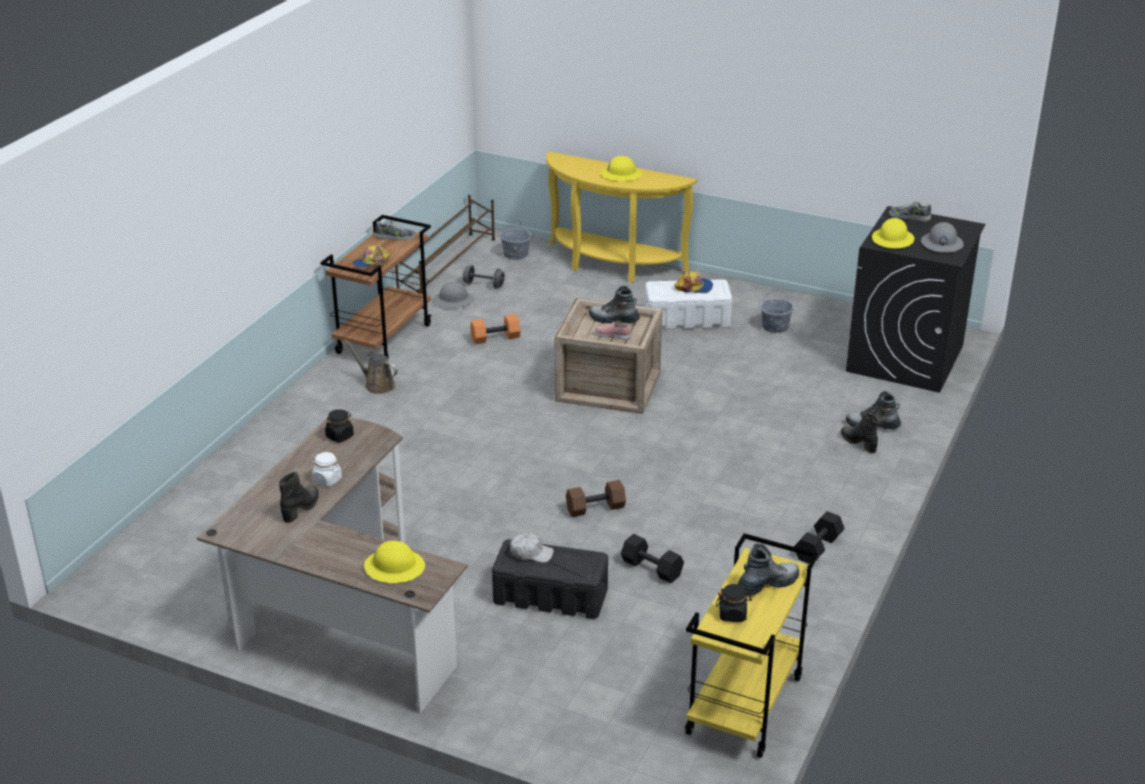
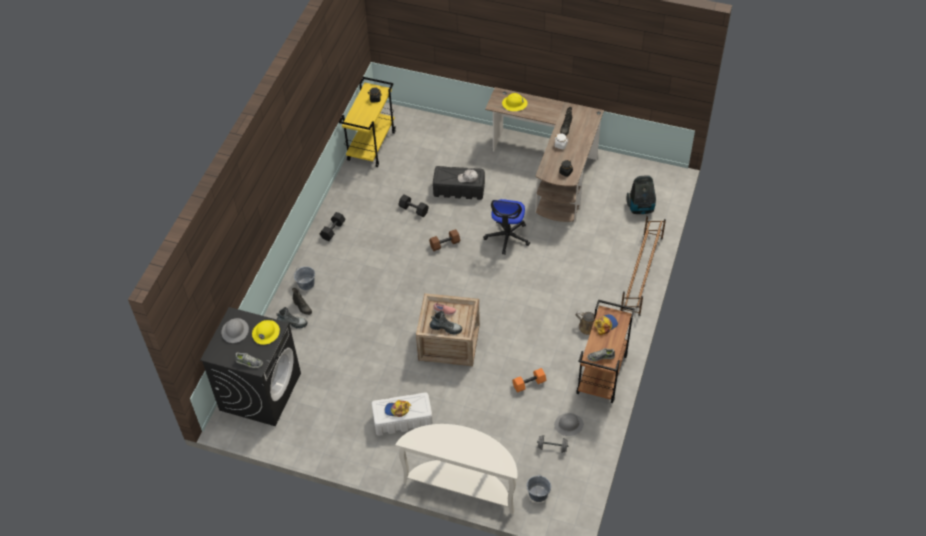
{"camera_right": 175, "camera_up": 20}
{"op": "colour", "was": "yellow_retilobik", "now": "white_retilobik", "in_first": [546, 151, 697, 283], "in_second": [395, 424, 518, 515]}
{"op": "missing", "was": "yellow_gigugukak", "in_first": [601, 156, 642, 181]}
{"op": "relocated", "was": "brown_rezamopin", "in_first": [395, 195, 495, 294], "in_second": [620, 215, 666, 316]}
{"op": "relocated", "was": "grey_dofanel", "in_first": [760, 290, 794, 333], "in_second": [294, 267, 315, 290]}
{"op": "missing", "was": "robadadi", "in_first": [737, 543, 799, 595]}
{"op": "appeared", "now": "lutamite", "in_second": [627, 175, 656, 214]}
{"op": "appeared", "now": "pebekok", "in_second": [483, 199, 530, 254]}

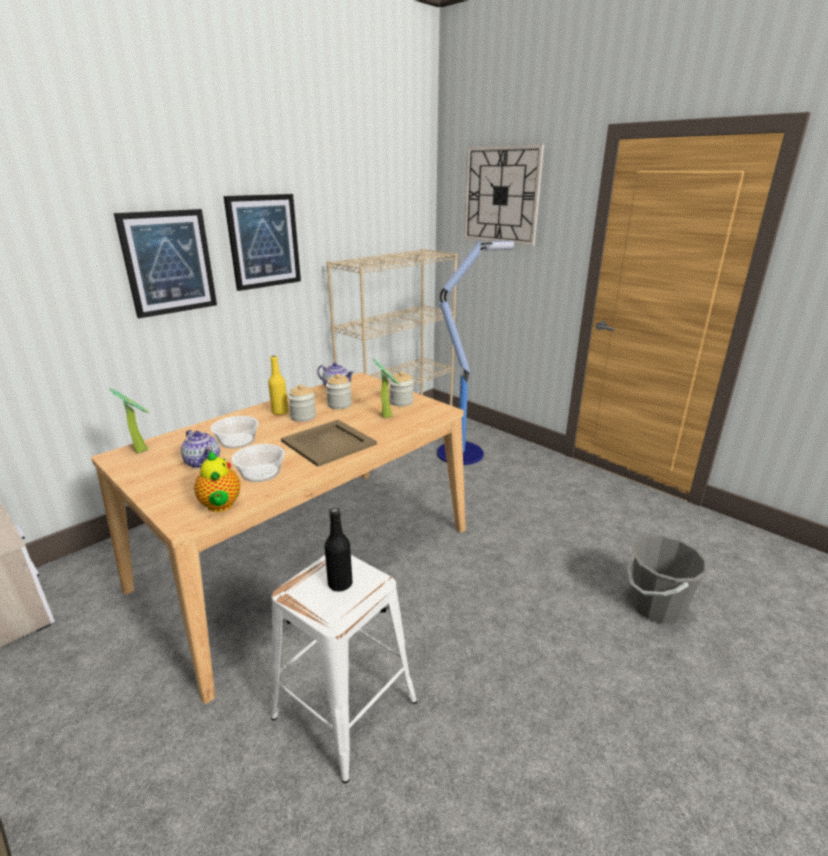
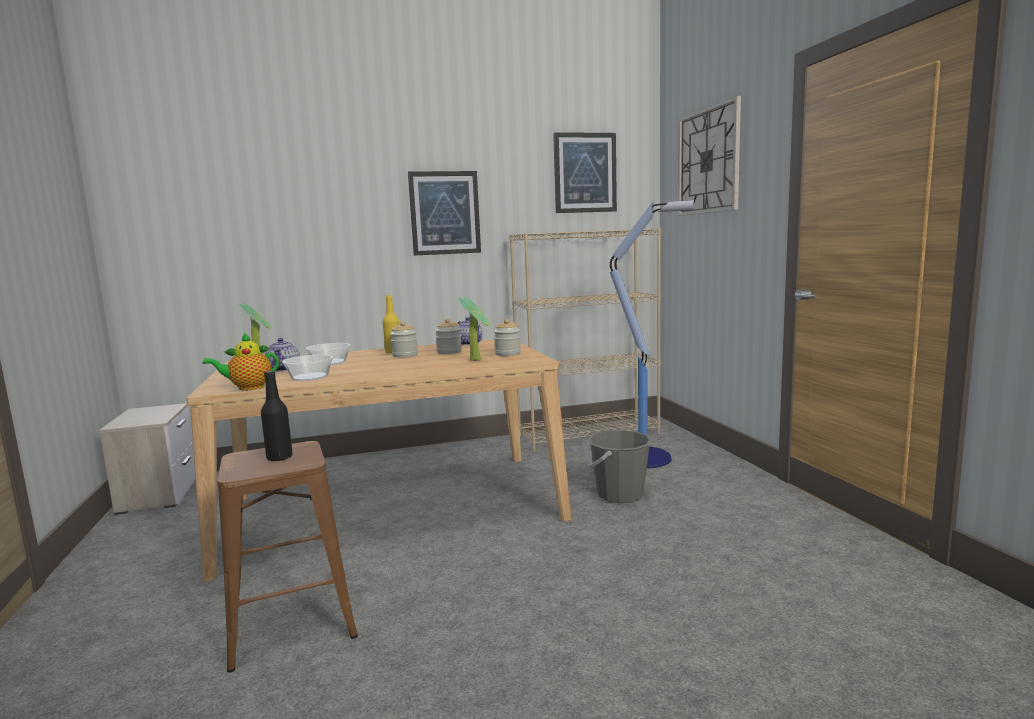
{"camera_right": 30, "camera_up": -15}
{"op": "relocated", "was": "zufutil", "in_first": [114, 209, 217, 318], "in_second": [553, 132, 617, 213]}
{"op": "missing", "was": "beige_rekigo", "in_first": [281, 420, 377, 467]}
{"op": "spun", "was": "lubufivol", "in_first": [194, 451, 240, 512], "in_second": [203, 333, 279, 390], "clockwise": 60}
{"op": "relocated", "was": "grey_dofanel", "in_first": [627, 535, 708, 624], "in_second": [587, 430, 653, 503]}
{"op": "colour", "was": "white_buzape", "now": "brown_buzape", "in_first": [271, 555, 417, 783], "in_second": [217, 441, 358, 673]}

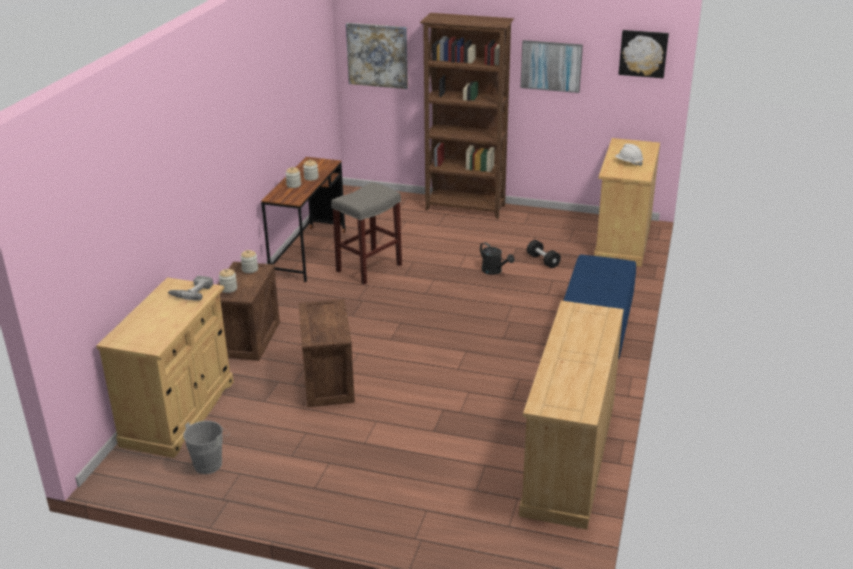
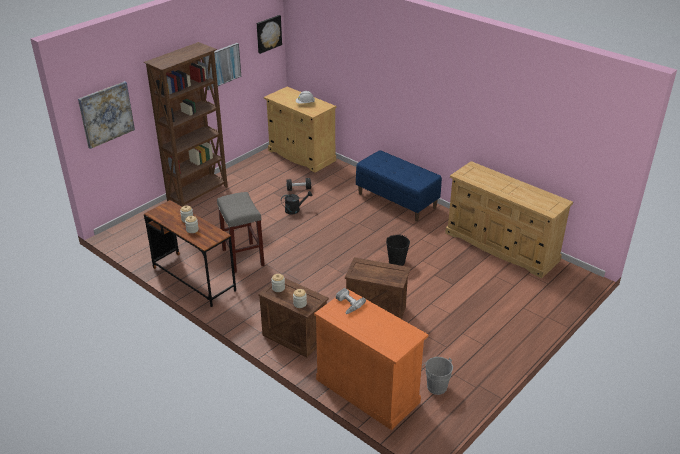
{"camera_right": -65, "camera_up": 5}
{"op": "colour", "was": "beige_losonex", "now": "orange_losonex", "in_first": [96, 278, 234, 458], "in_second": [314, 289, 428, 430]}
{"op": "appeared", "now": "black_dofanel", "in_second": [386, 234, 410, 266]}

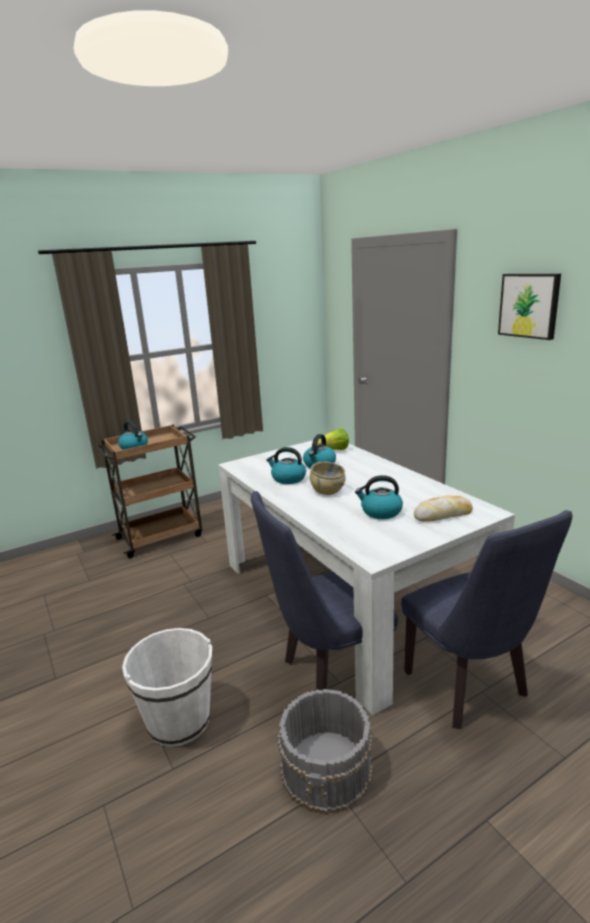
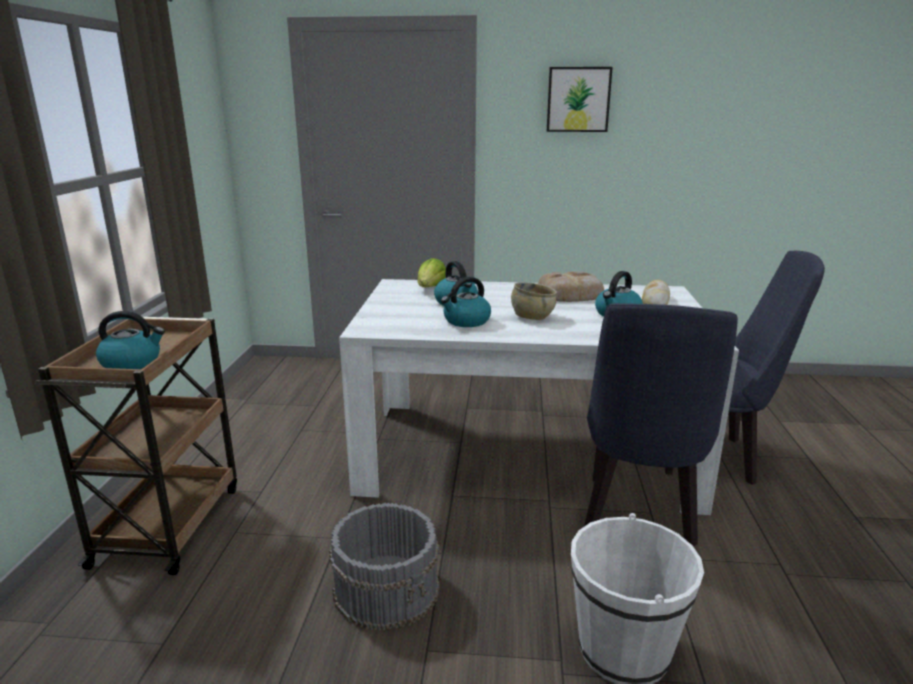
{"camera_right": -55, "camera_up": 0}
{"op": "relocated", "was": "grey_dofanel", "in_first": [278, 689, 373, 815], "in_second": [329, 503, 440, 631]}
{"op": "appeared", "now": "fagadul", "in_second": [538, 271, 604, 302]}

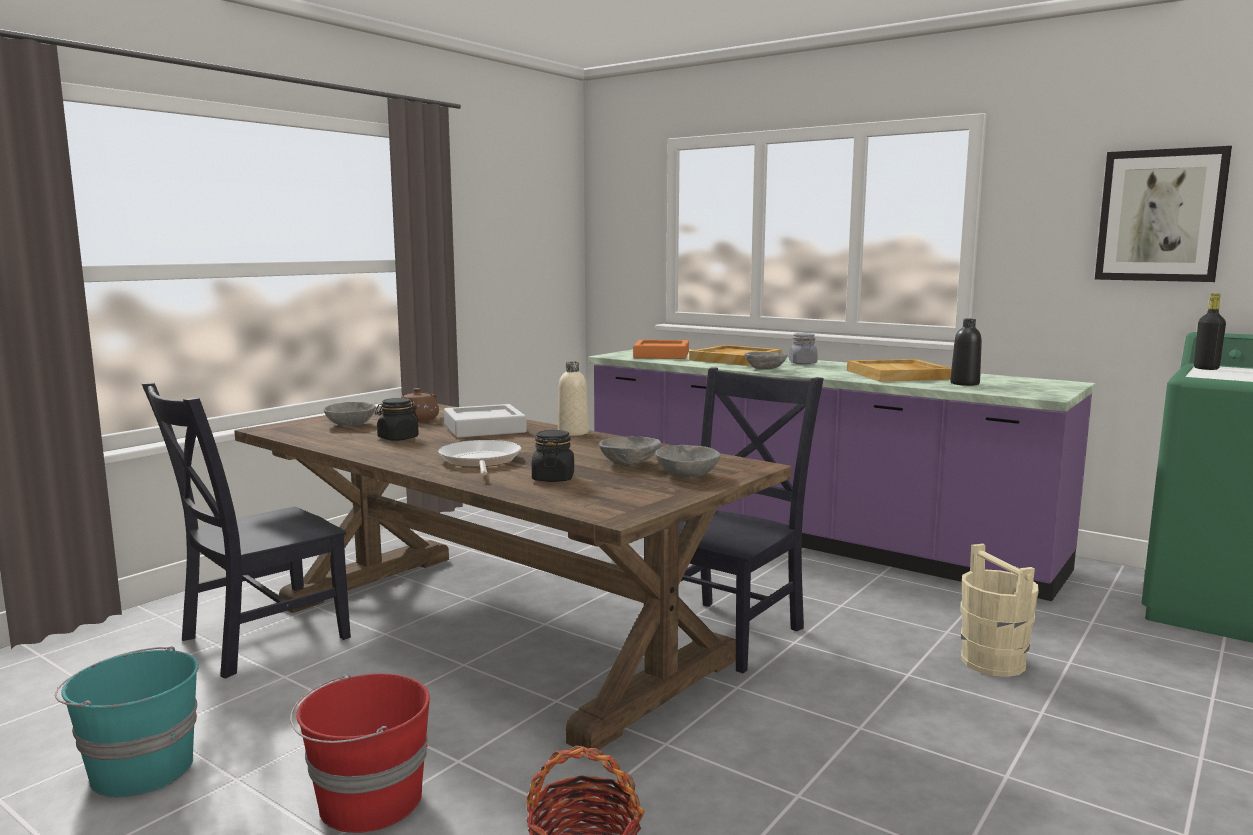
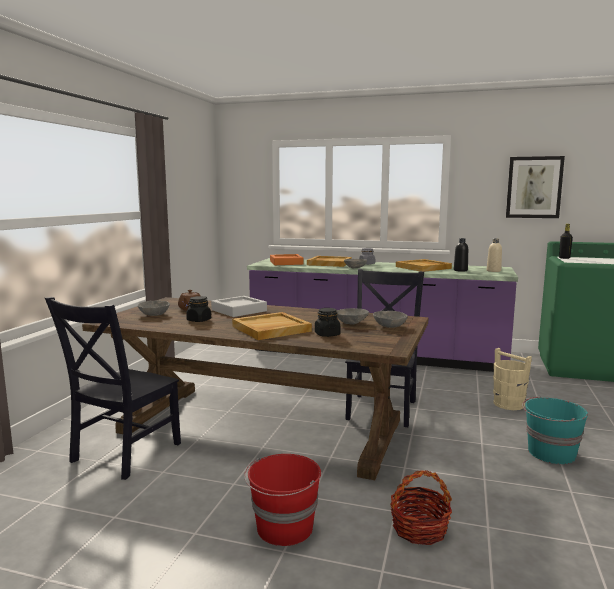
{"camera_right": -20, "camera_up": 0}
{"op": "relocated", "was": "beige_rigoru", "in_first": [558, 361, 589, 436], "in_second": [487, 239, 502, 272]}
{"op": "exchanged", "was": "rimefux", "now": "beige_rekigo", "in_first": [438, 440, 521, 476], "in_second": [232, 312, 312, 340]}
{"op": "relocated", "was": "turquoise_dofanel", "in_first": [55, 646, 199, 797], "in_second": [522, 396, 588, 464]}

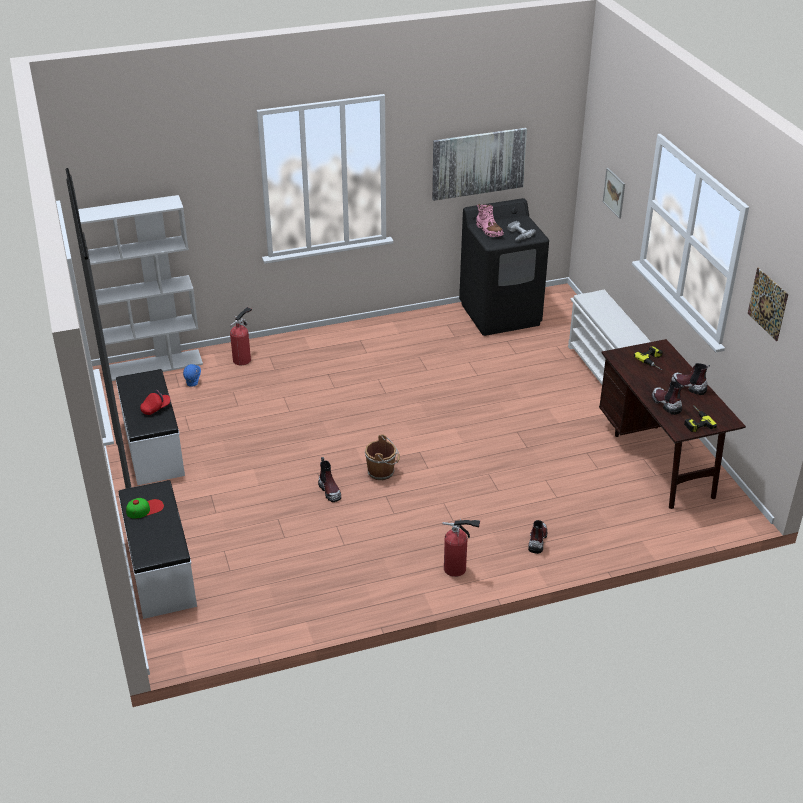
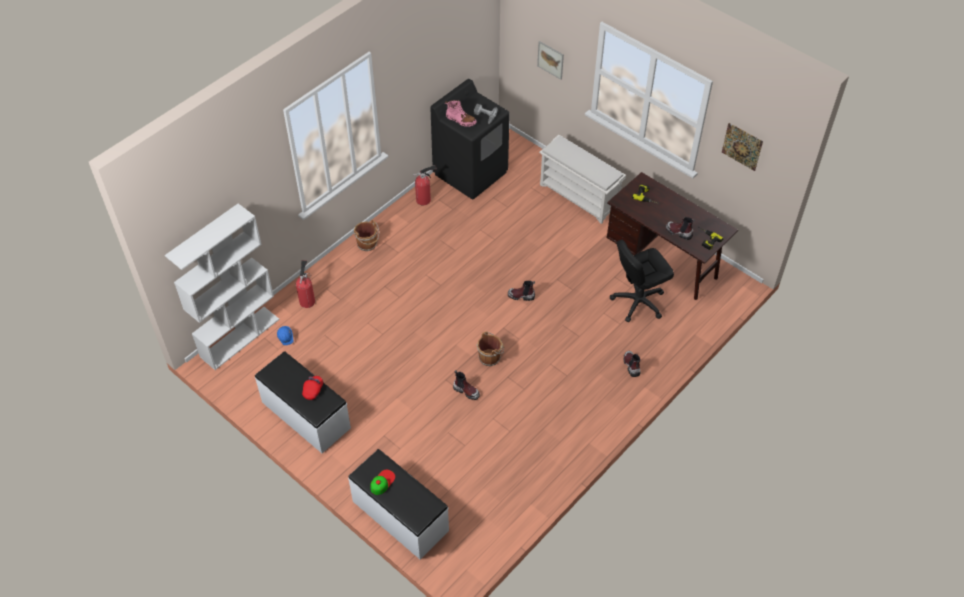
{"camera_right": -30, "camera_up": 15}
{"op": "missing", "was": "zufutil", "in_first": [432, 128, 527, 201]}
{"op": "relocated", "was": "robadadi", "in_first": [671, 363, 710, 395], "in_second": [508, 281, 535, 301]}
{"op": "relocated", "was": "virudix", "in_first": [442, 518, 480, 577], "in_second": [413, 165, 437, 205]}
{"op": "appeared", "now": "brown_dofanel", "in_second": [354, 220, 379, 251]}
{"op": "appeared", "now": "black_pebekok", "in_second": [610, 240, 674, 322]}

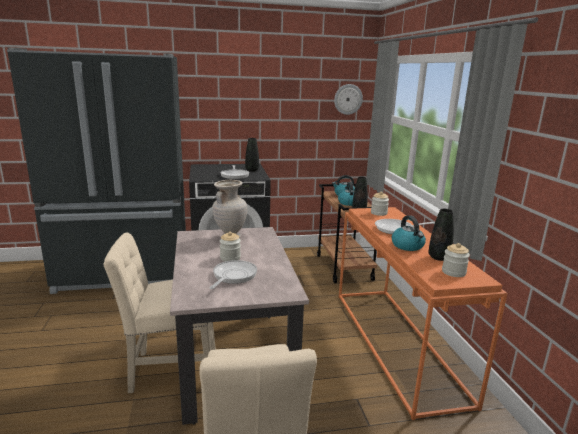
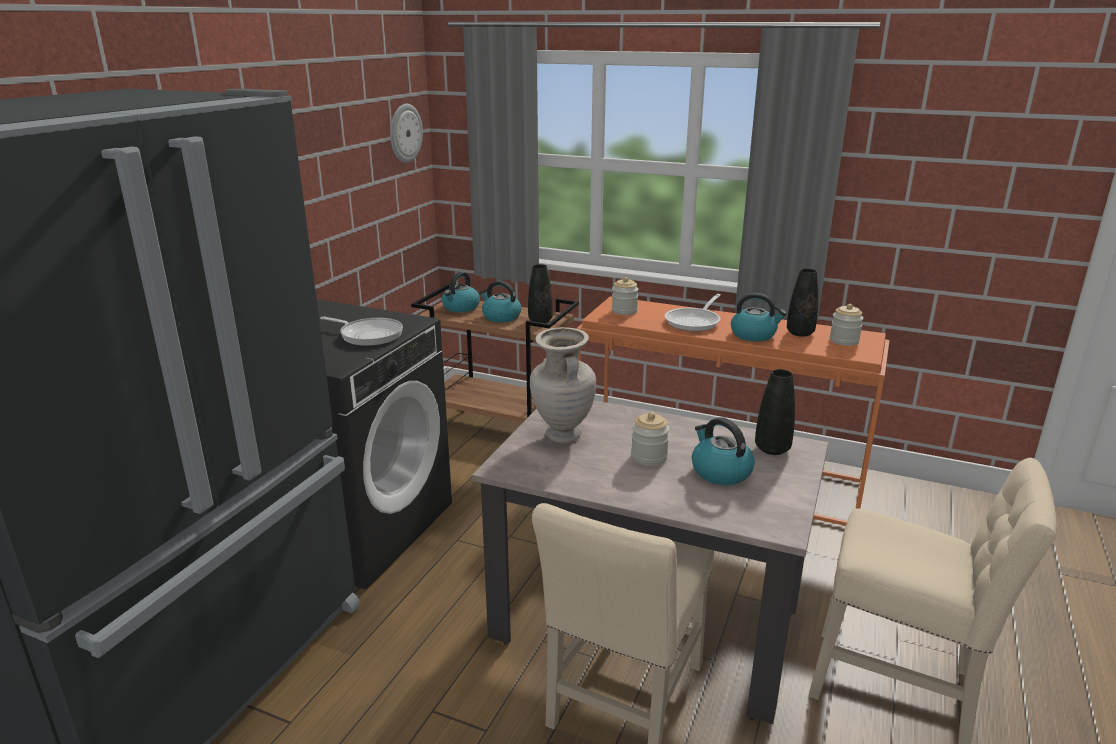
{"camera_right": -55, "camera_up": 5}
{"op": "relocated", "was": "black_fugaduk", "in_first": [245, 138, 259, 171], "in_second": [755, 369, 795, 455]}
{"op": "exchanged", "was": "rimefux", "now": "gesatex", "in_first": [209, 260, 257, 289], "in_second": [692, 417, 755, 485]}

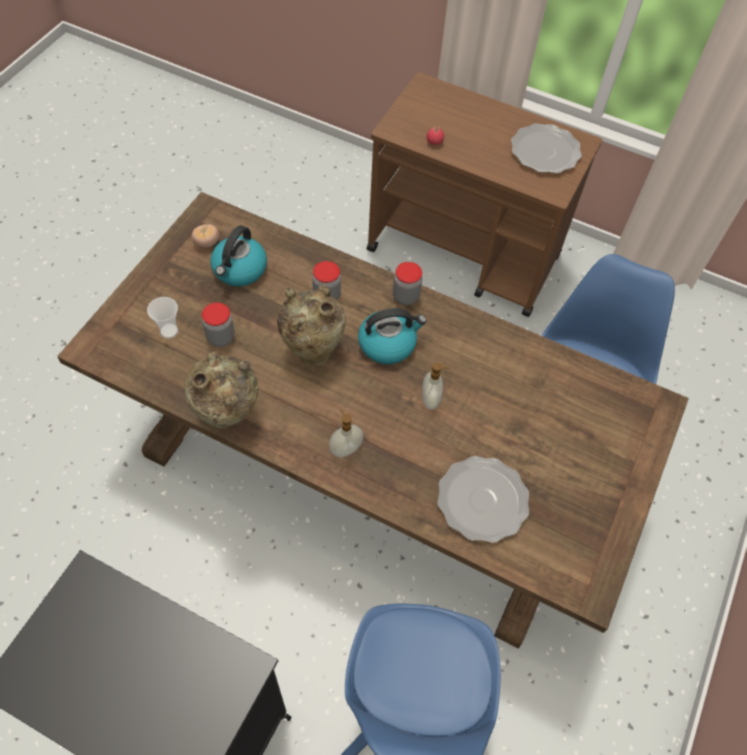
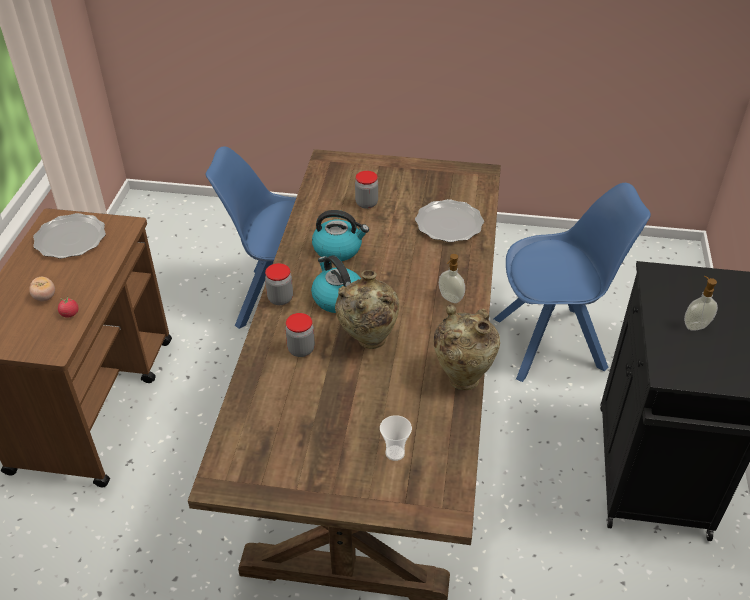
{"camera_right": -105, "camera_up": -15}
{"op": "relocated", "was": "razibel", "in_first": [192, 224, 219, 248], "in_second": [29, 277, 55, 302]}
{"op": "relocated", "was": "gesatex", "in_first": [210, 225, 267, 286], "in_second": [312, 210, 369, 261]}
{"op": "relocated", "was": "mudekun", "in_first": [202, 303, 235, 347], "in_second": [355, 171, 378, 209]}
{"op": "relocated", "was": "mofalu", "in_first": [422, 362, 450, 410], "in_second": [684, 276, 718, 331]}

